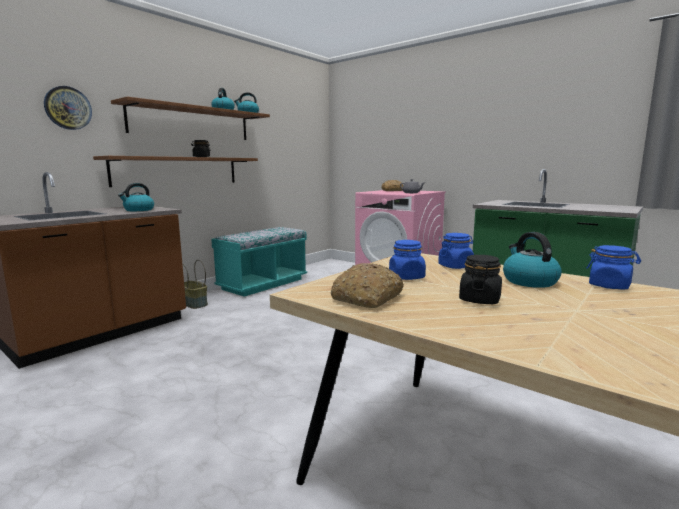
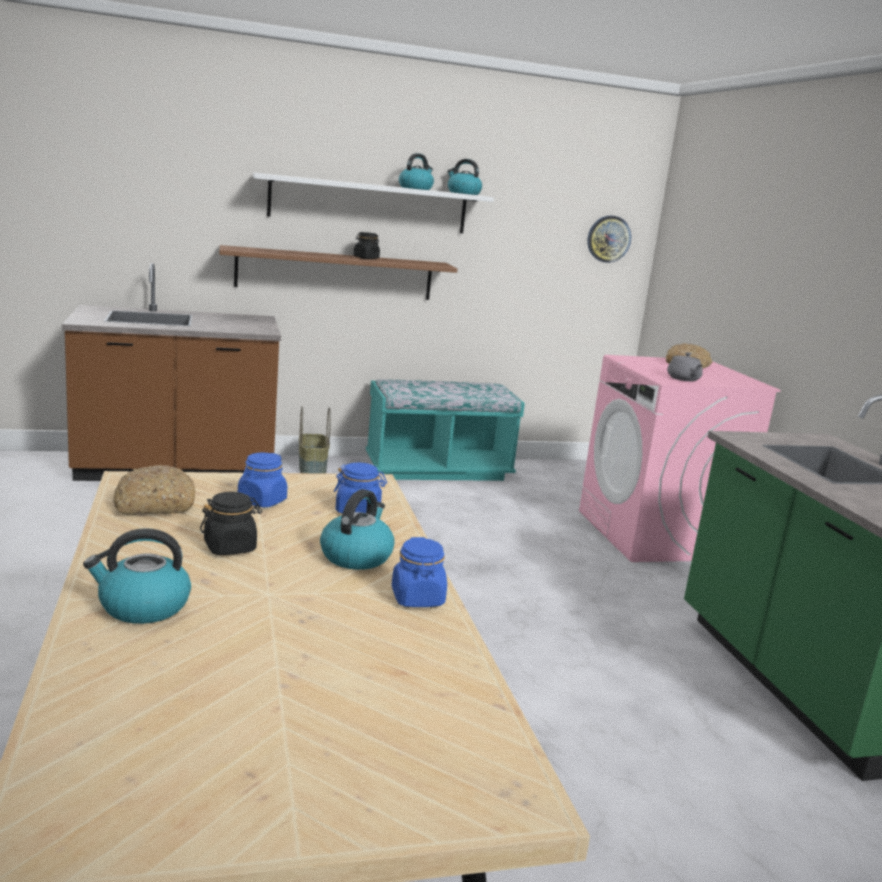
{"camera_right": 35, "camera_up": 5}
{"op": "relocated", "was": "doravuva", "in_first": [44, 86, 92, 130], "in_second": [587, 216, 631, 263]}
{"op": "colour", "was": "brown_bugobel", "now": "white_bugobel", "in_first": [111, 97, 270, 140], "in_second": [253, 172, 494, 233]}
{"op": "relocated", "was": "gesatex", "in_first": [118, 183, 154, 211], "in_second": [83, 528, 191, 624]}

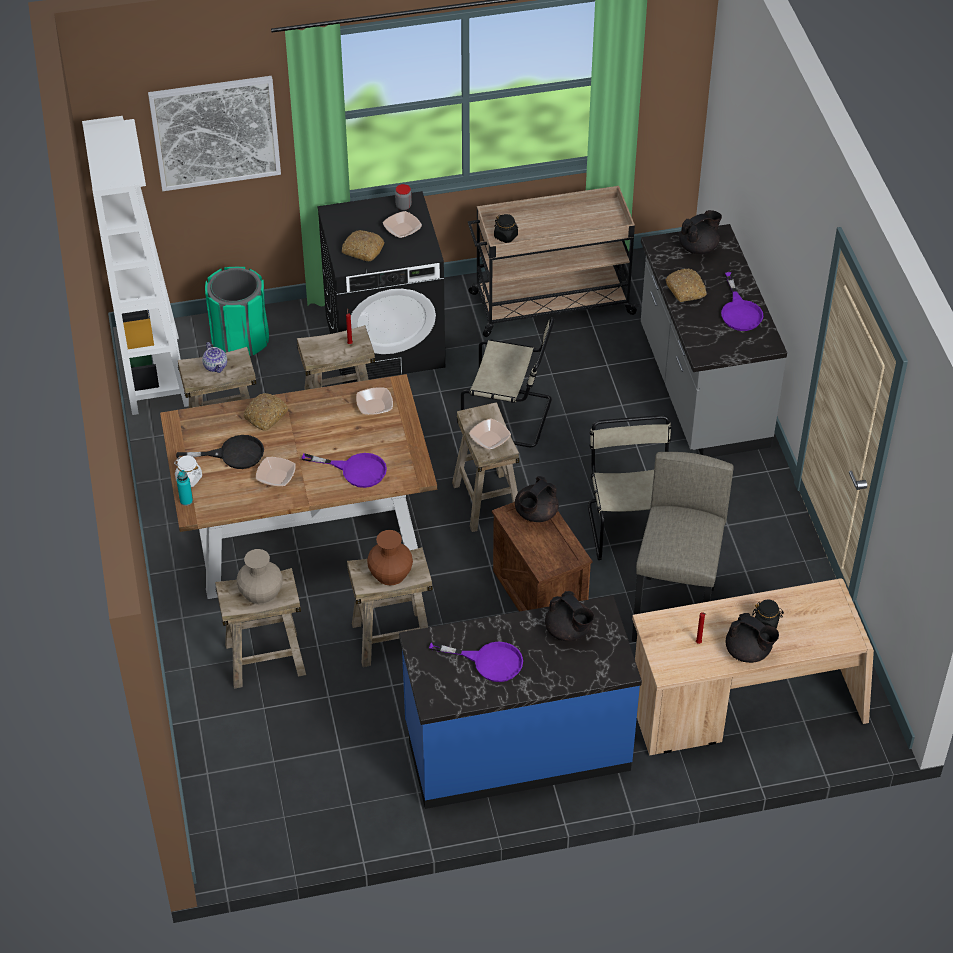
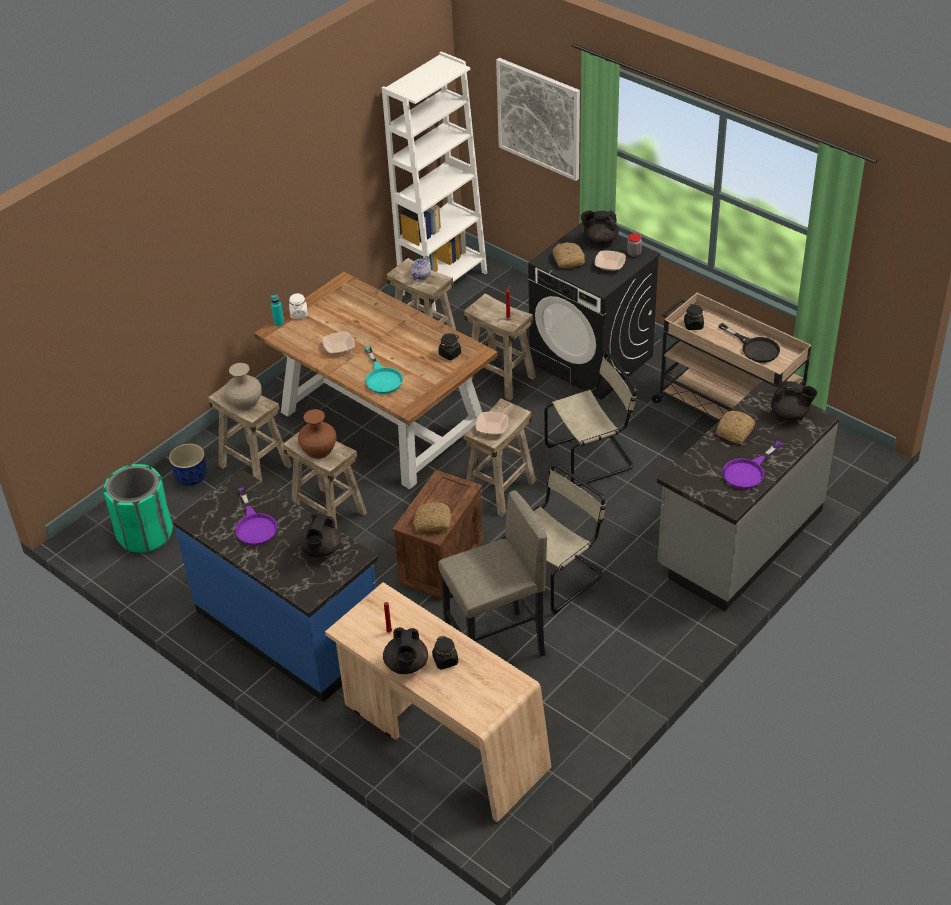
{"camera_right": 55, "camera_up": -5}
{"op": "relocated", "was": "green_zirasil", "in_first": [205, 267, 269, 356], "in_second": [103, 464, 173, 553]}
{"op": "spun", "was": "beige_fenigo", "in_first": [461, 317, 555, 447], "in_second": [544, 352, 637, 487], "clockwise": -90}
{"op": "exchanged", "was": "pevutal", "now": "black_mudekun", "in_first": [356, 387, 393, 415], "in_second": [439, 333, 461, 360]}
{"op": "relocated", "was": "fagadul", "in_first": [244, 393, 288, 431], "in_second": [413, 503, 451, 531]}
{"op": "relocated", "was": "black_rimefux", "in_first": [176, 435, 264, 469], "in_second": [718, 323, 780, 363]}
{"op": "colour", "was": "purple_rimefux", "now": "turquoise_rimefux", "in_first": [301, 453, 387, 488], "in_second": [365, 346, 403, 394]}
{"op": "relocated", "was": "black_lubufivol", "in_first": [515, 476, 559, 522], "in_second": [581, 210, 619, 245]}
{"op": "appeared", "now": "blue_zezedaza", "in_second": [169, 444, 207, 486]}

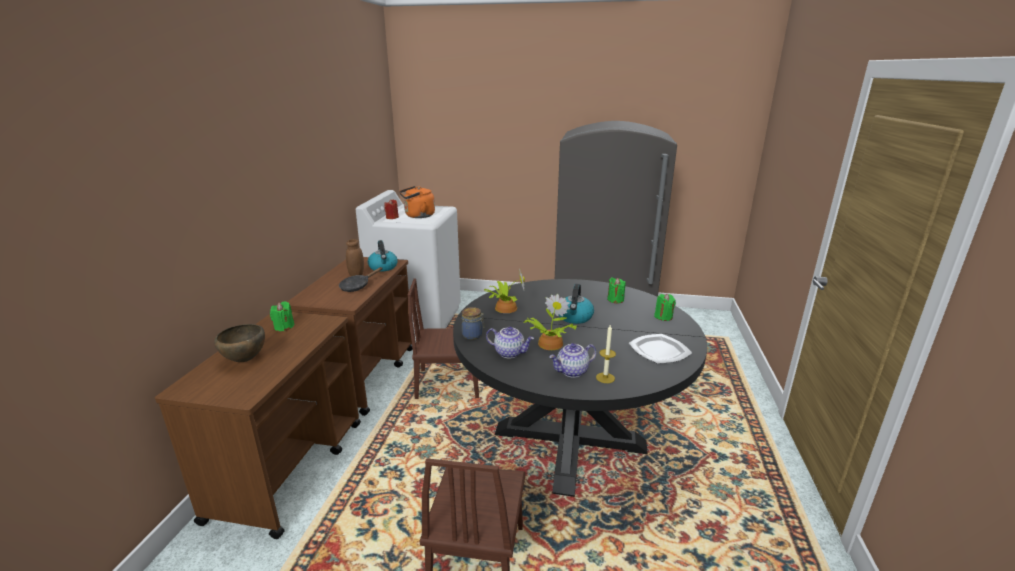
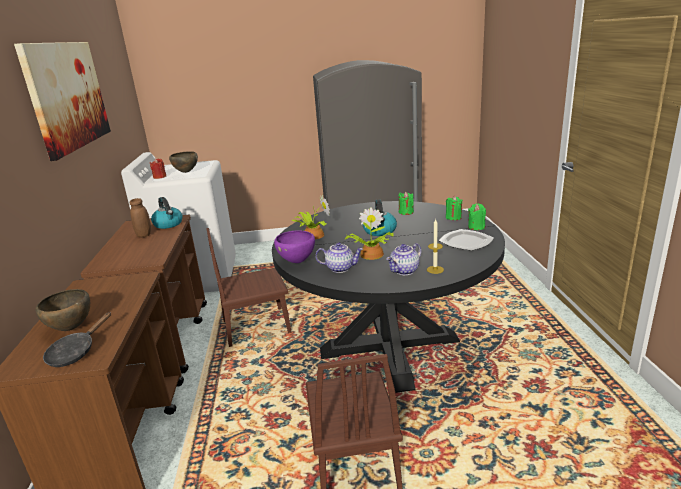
{"camera_right": -15, "camera_up": 0}
{"op": "exchanged", "was": "orange_gesatex", "now": "brown_pevutal", "in_first": [399, 186, 435, 218], "in_second": [169, 151, 198, 173]}
{"op": "relocated", "was": "black_rimefux", "in_first": [339, 267, 383, 292], "in_second": [43, 313, 111, 367]}
{"op": "relocated", "was": "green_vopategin", "in_first": [270, 301, 294, 331], "in_second": [468, 203, 486, 230]}
{"op": "exchanged", "was": "mudekun", "now": "purple_pevutal", "in_first": [462, 307, 485, 340], "in_second": [274, 230, 315, 263]}
{"op": "appeared", "now": "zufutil", "in_second": [14, 42, 111, 161]}

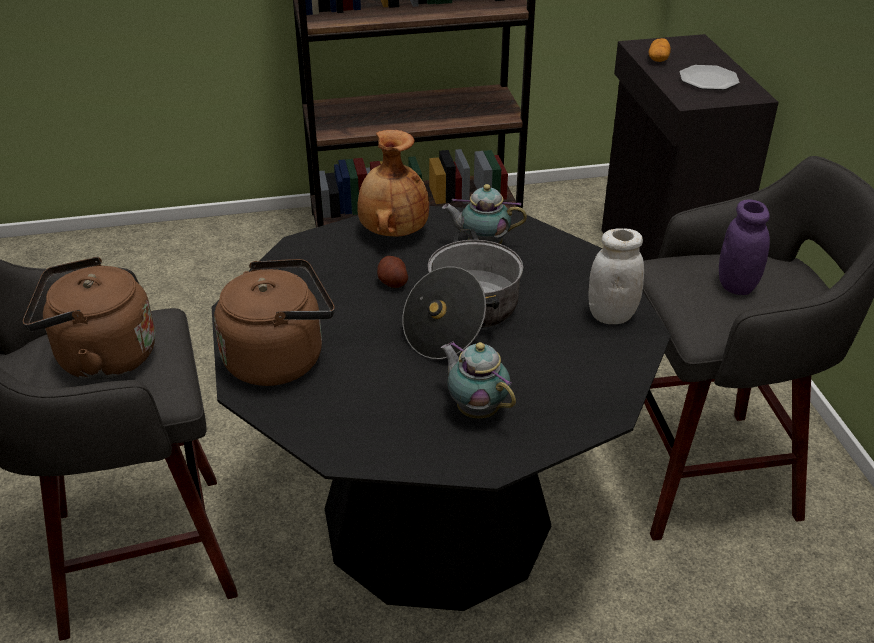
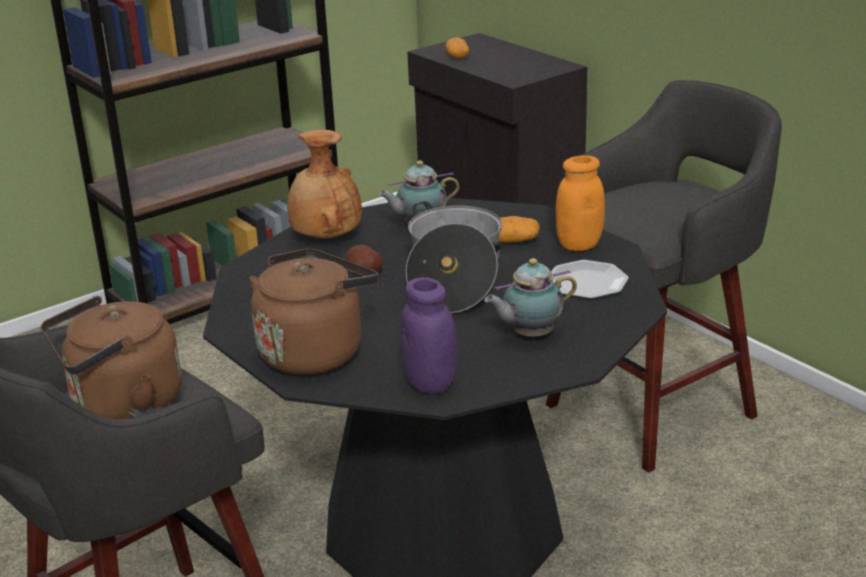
{"camera_right": -25, "camera_up": -10}
{"op": "relocated", "was": "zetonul", "in_first": [680, 65, 739, 90], "in_second": [551, 260, 629, 299]}
{"op": "relocated", "was": "purple_mudekun", "in_first": [719, 199, 770, 295], "in_second": [401, 277, 457, 394]}
{"op": "colour", "was": "white_mudekun", "now": "orange_mudekun", "in_first": [588, 228, 644, 324], "in_second": [556, 155, 605, 251]}
{"op": "spun", "was": "lubufivol", "in_first": [441, 341, 516, 419], "in_second": [484, 258, 577, 337], "clockwise": -45}
{"op": "appeared", "now": "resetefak", "in_second": [499, 216, 540, 243]}

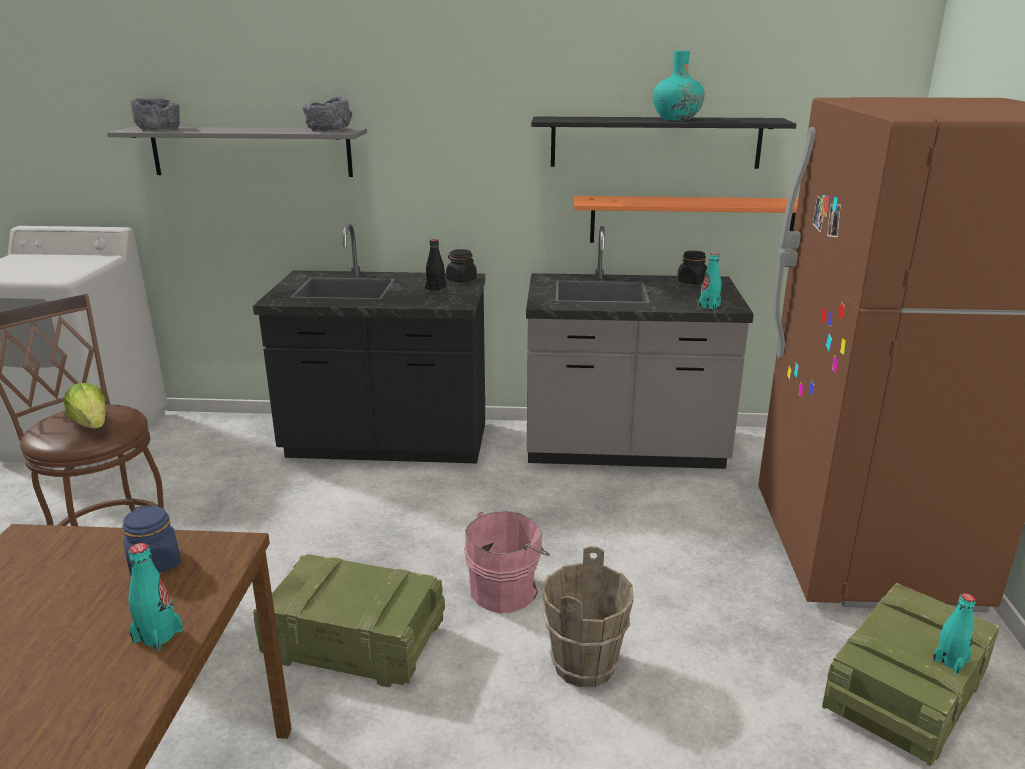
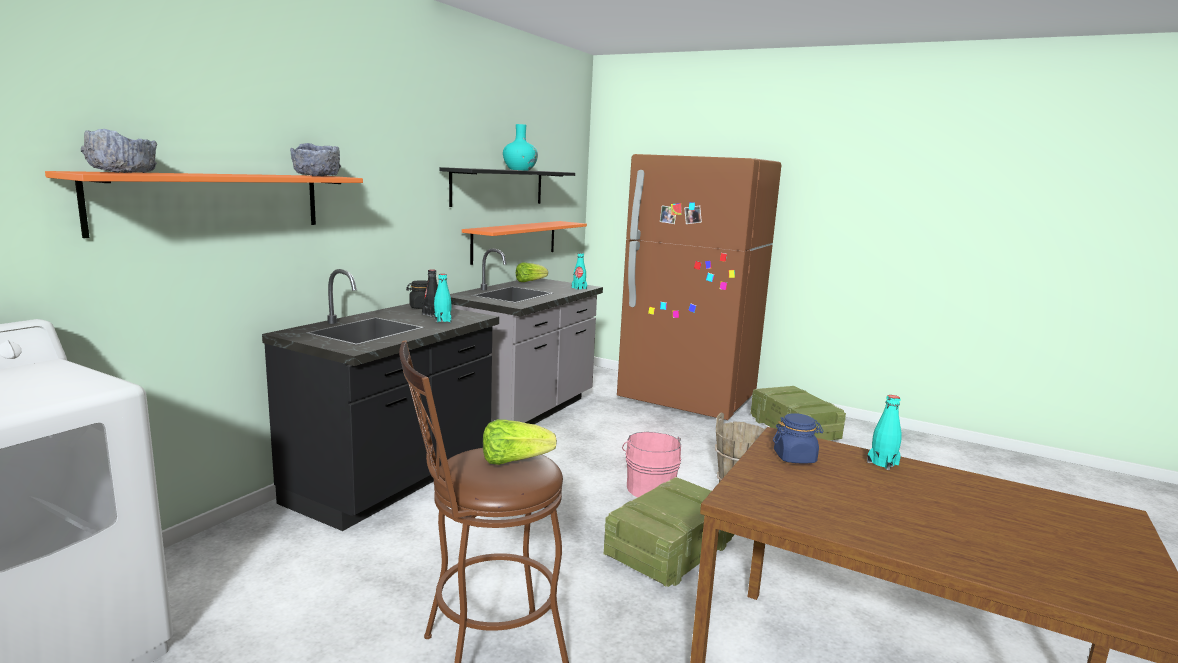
{"camera_right": -65, "camera_up": -10}
{"op": "colour", "was": "grey_bugobel", "now": "orange_bugobel", "in_first": [107, 127, 367, 177], "in_second": [45, 171, 363, 238]}
{"op": "exchanged", "was": "black_mudekun", "now": "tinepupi", "in_first": [677, 251, 707, 284], "in_second": [516, 262, 548, 282]}
{"op": "relocated", "was": "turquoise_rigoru", "in_first": [932, 593, 976, 674], "in_second": [434, 274, 451, 322]}

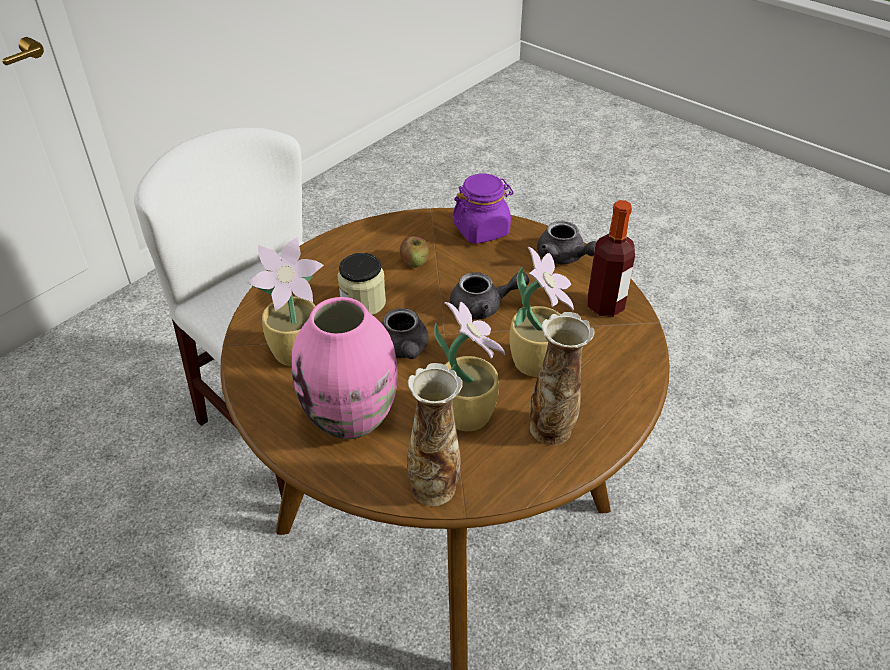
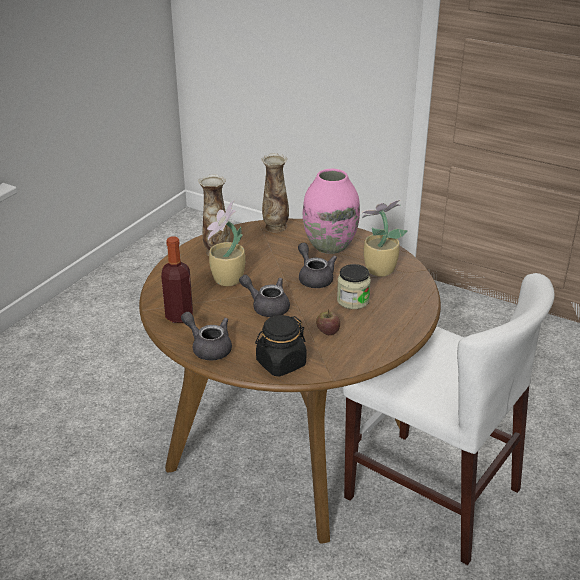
{"camera_right": 170, "camera_up": -10}
{"op": "colour", "was": "purple_mudekun", "now": "black_mudekun", "in_first": [452, 174, 514, 244], "in_second": [255, 315, 306, 376]}
{"op": "spun", "was": "grey_lubufivol", "in_first": [450, 272, 529, 319], "in_second": [239, 275, 290, 317], "clockwise": 45}
{"op": "missing", "was": "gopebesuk", "in_first": [434, 302, 506, 431]}

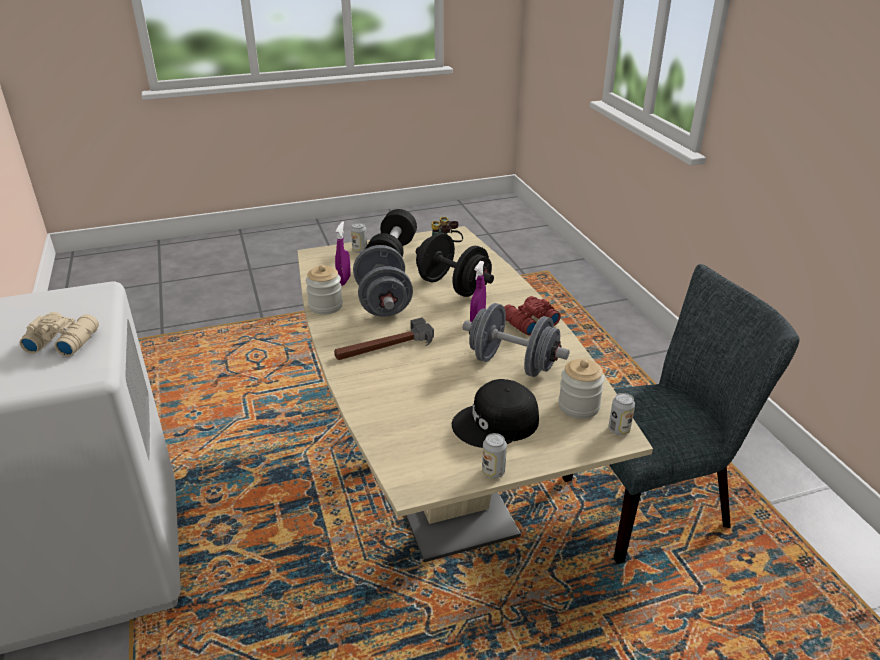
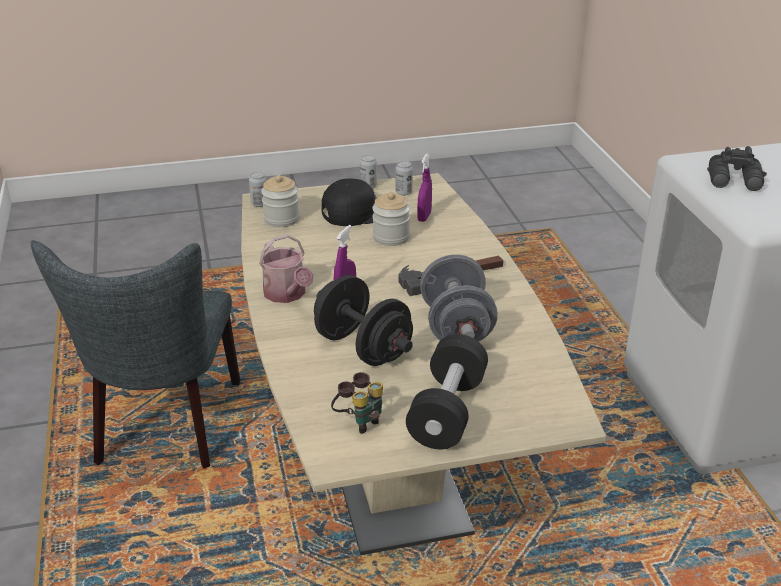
{"camera_right": -175, "camera_up": 0}
{"op": "relocated", "was": "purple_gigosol", "in_first": [335, 221, 351, 286], "in_second": [417, 153, 432, 222]}
{"op": "relocated", "was": "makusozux", "in_first": [351, 223, 367, 253], "in_second": [395, 161, 413, 196]}
{"op": "spun", "was": "grey_fenigo", "in_first": [562, 264, 800, 564], "in_second": [31, 240, 240, 469], "clockwise": -75}
{"op": "relocated", "was": "mudekun", "in_first": [306, 265, 343, 315], "in_second": [372, 192, 410, 246]}
{"op": "exchanged", "was": "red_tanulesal", "now": "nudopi", "in_first": [504, 296, 561, 336], "in_second": [259, 235, 313, 303]}
{"op": "missing", "was": "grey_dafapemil", "in_first": [463, 303, 570, 377]}
{"op": "colour", "was": "beige_tanulesal", "now": "black_tanulesal", "in_first": [20, 312, 99, 357], "in_second": [707, 146, 767, 191]}

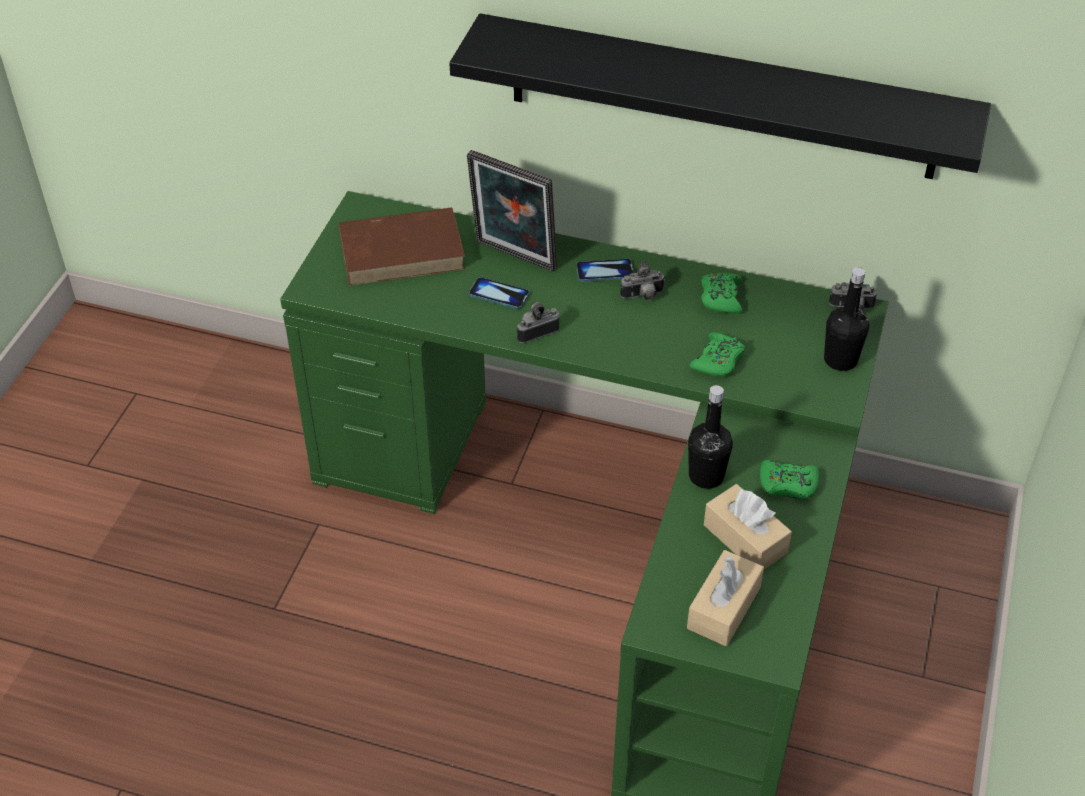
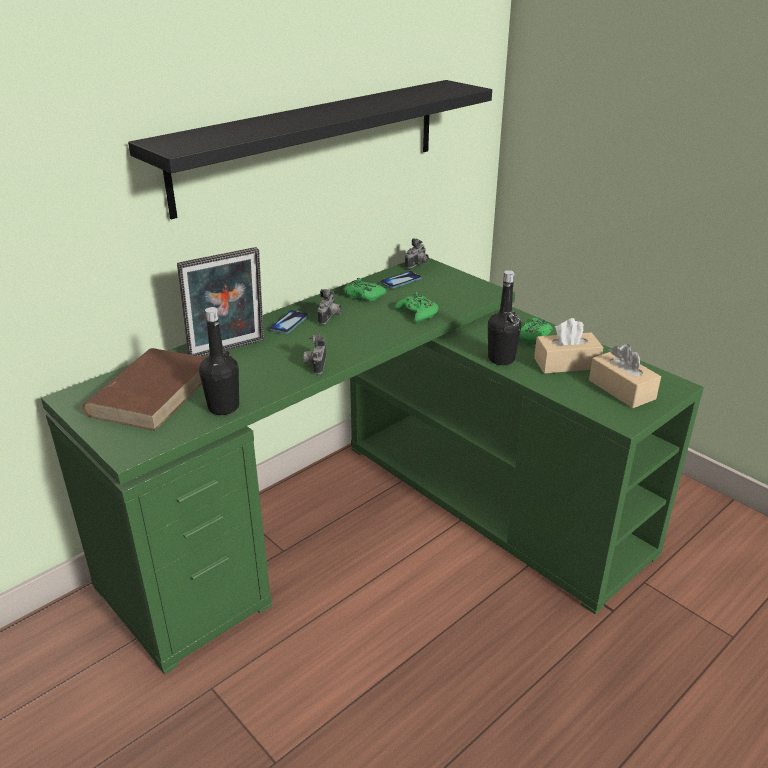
{"camera_right": -60, "camera_up": -15}
{"op": "relocated", "was": "black_rigoru", "in_first": [824, 267, 869, 371], "in_second": [199, 307, 239, 415]}
{"op": "relocated", "was": "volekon", "in_first": [469, 277, 530, 309], "in_second": [380, 271, 422, 288]}

